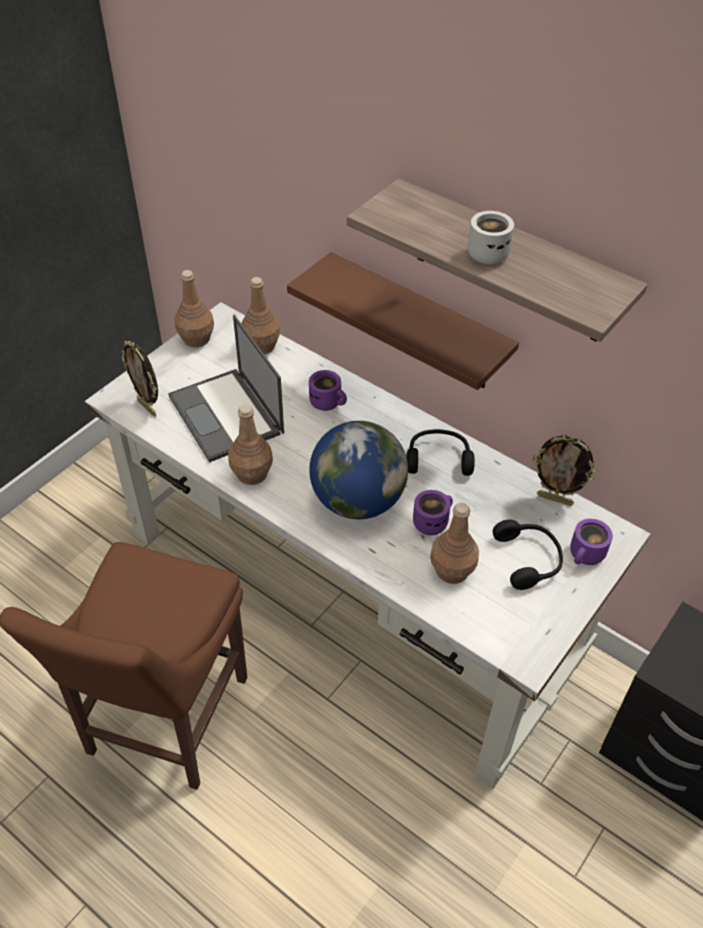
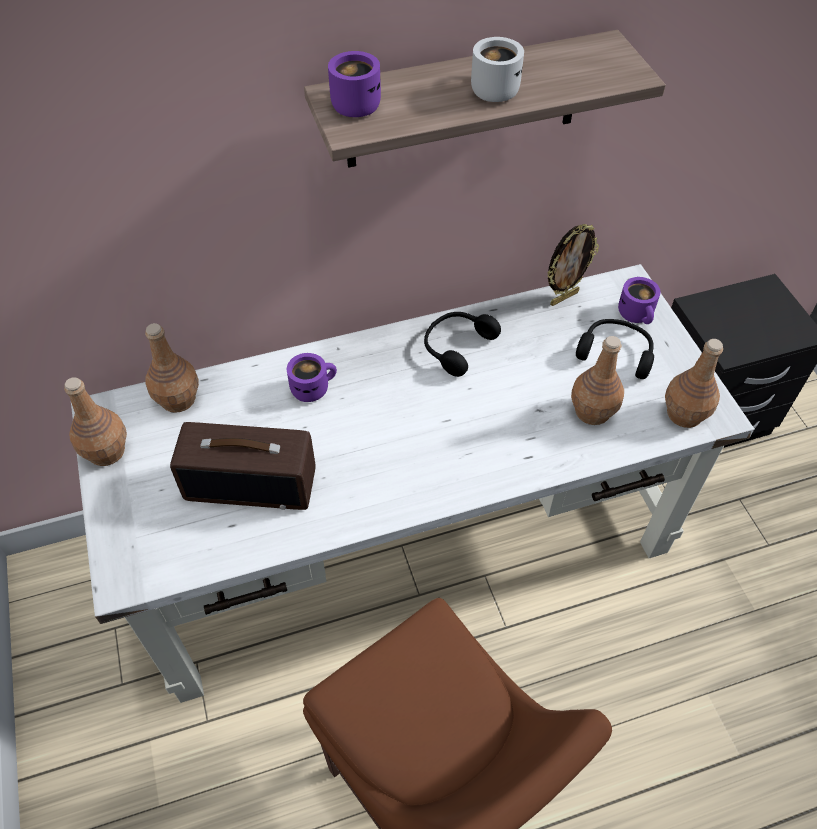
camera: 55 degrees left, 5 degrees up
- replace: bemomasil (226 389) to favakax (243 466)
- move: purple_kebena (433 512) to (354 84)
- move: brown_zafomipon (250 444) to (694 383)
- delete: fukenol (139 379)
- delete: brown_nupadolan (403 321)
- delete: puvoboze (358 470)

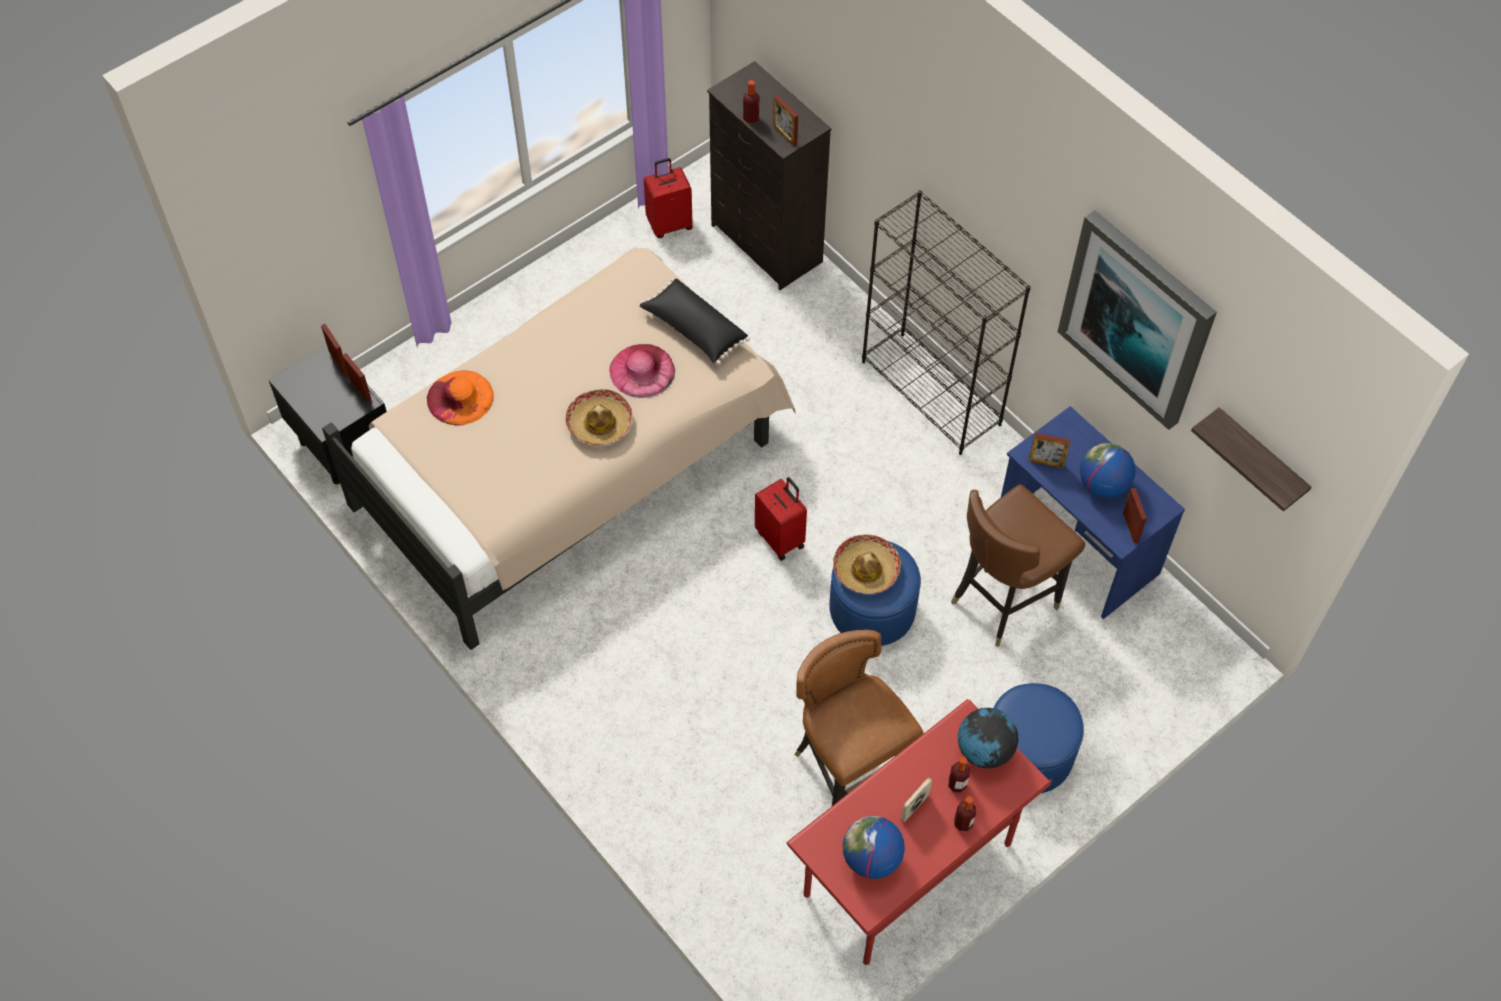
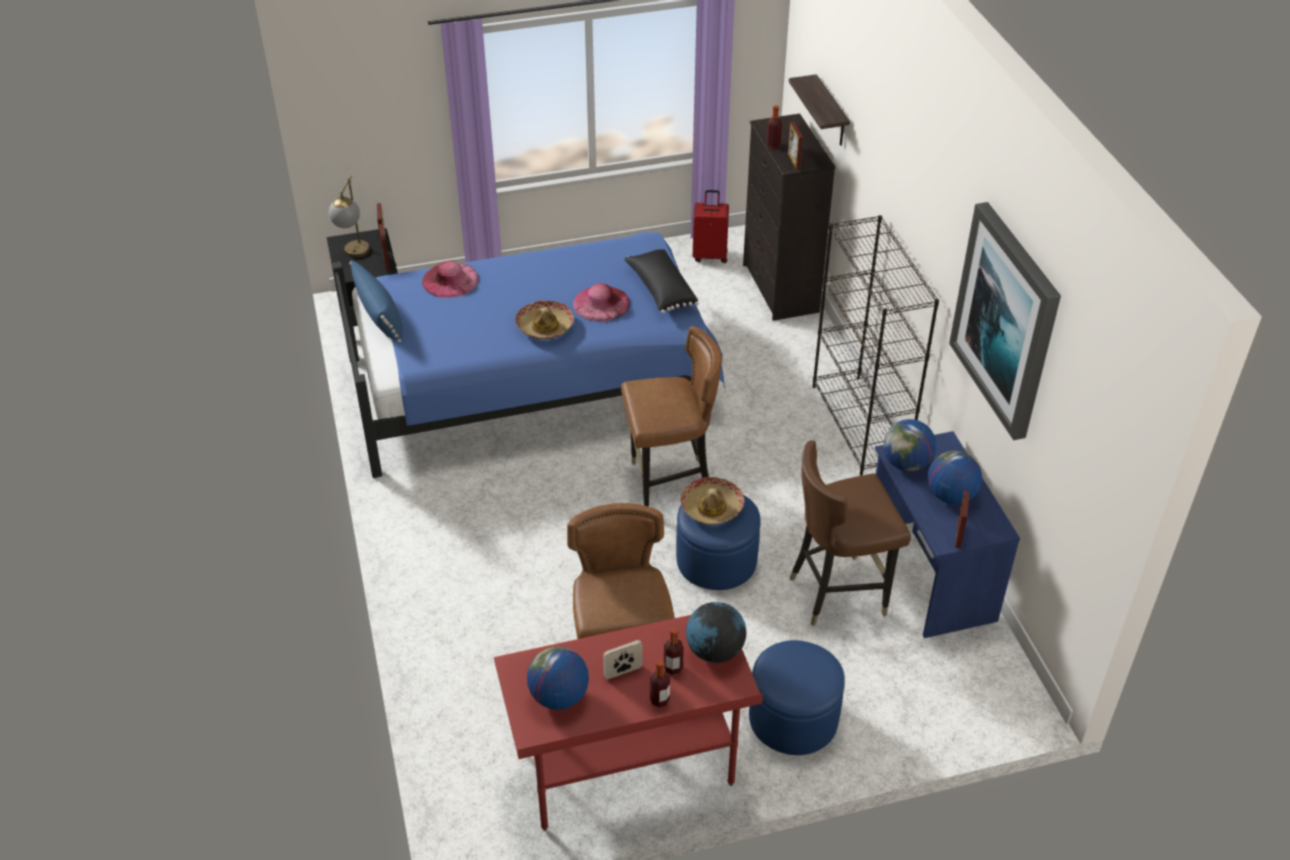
camera: 25 degrees right, 15 degrees down
- insert: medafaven (349 216)
- recolor: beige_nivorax (559 449) to blue_nivorax (529 355)
- insert: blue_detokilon (376 301)
- recolor: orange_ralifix (460 398) to pink_ralifix (450 279)
- replace: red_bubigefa (781 518) to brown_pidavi (671 416)
- move: nupadolan (1251 459) to (819 110)
- replace: fukenol (1049 450) to puvoboze (909 445)

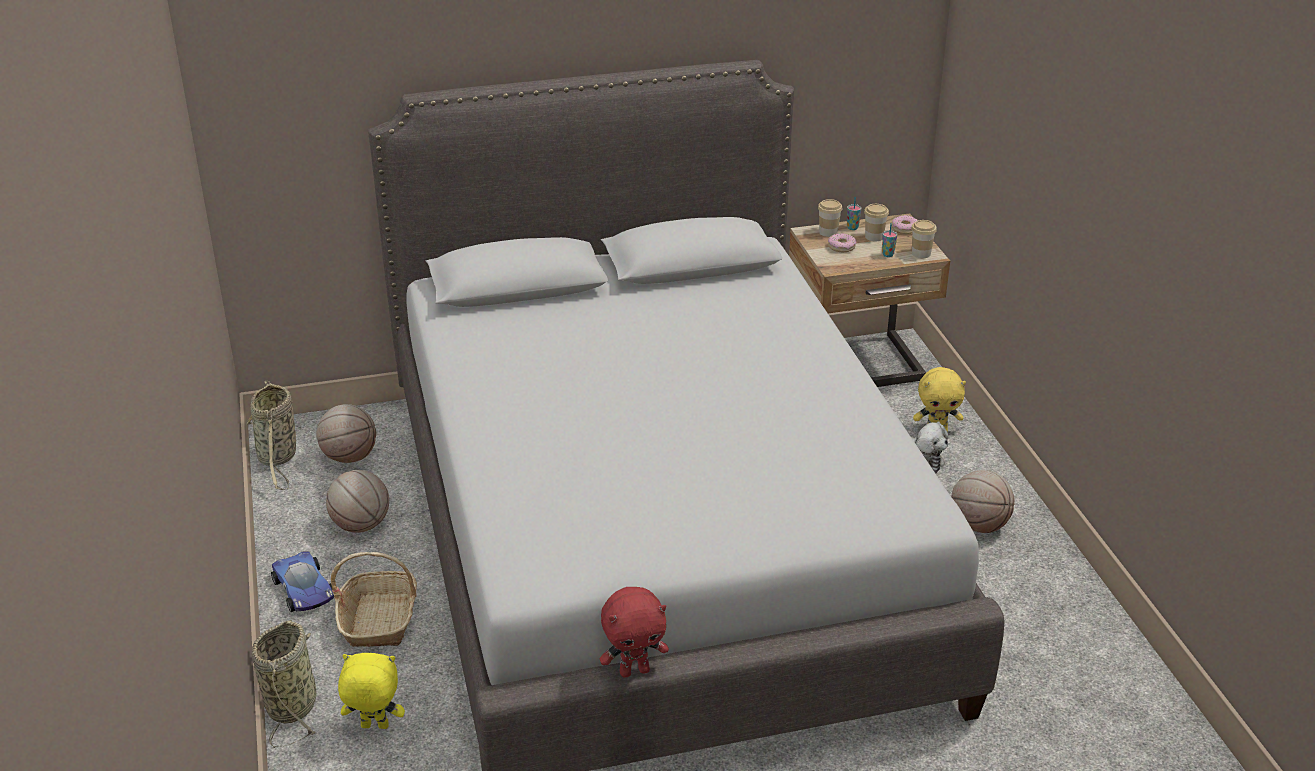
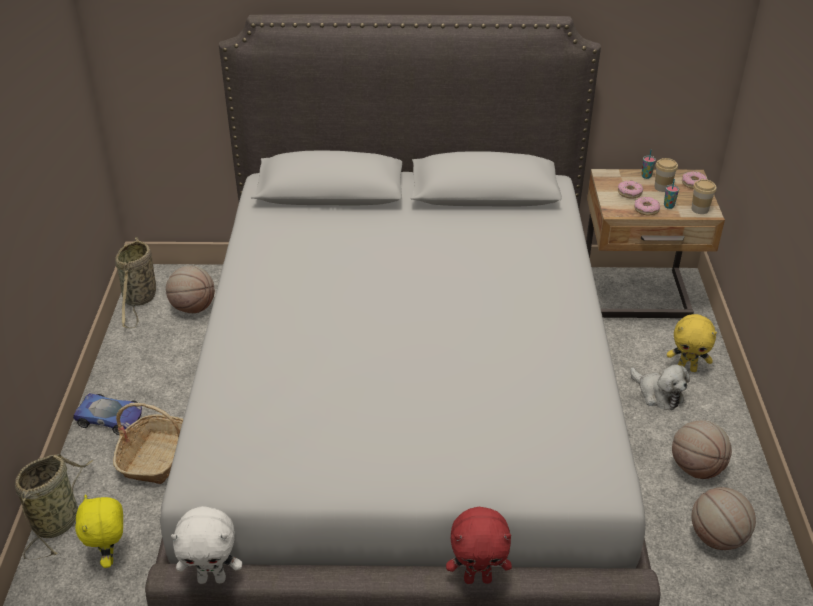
camera: 15 degrees right, 5 degrees up
- rotate: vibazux (302 581) = (107 414) 60 degrees counterclockwise
- rotate: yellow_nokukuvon (371 691) = (99 531) 120 degrees counterclockwise
- insert: white_nokukuvon (206 545)
- move: red_nokukuvon (634 632) to (479 545)
- insert: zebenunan (647 206)
- move: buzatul (357 501) to (724 518)
- delete: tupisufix (830 218)

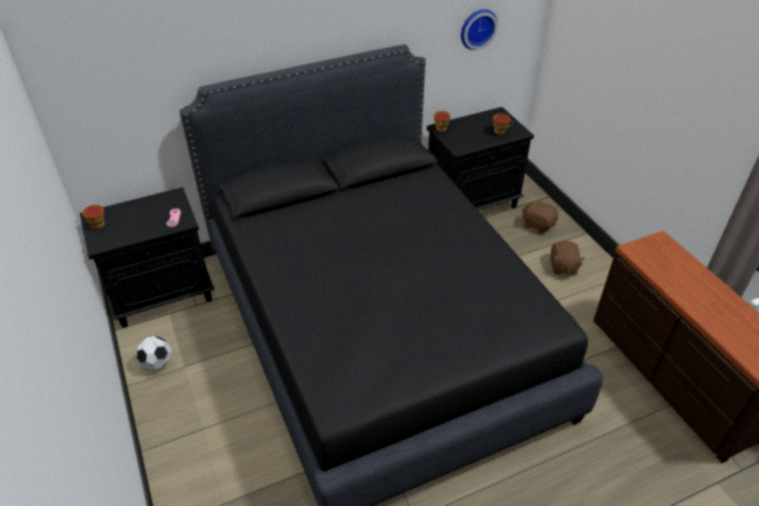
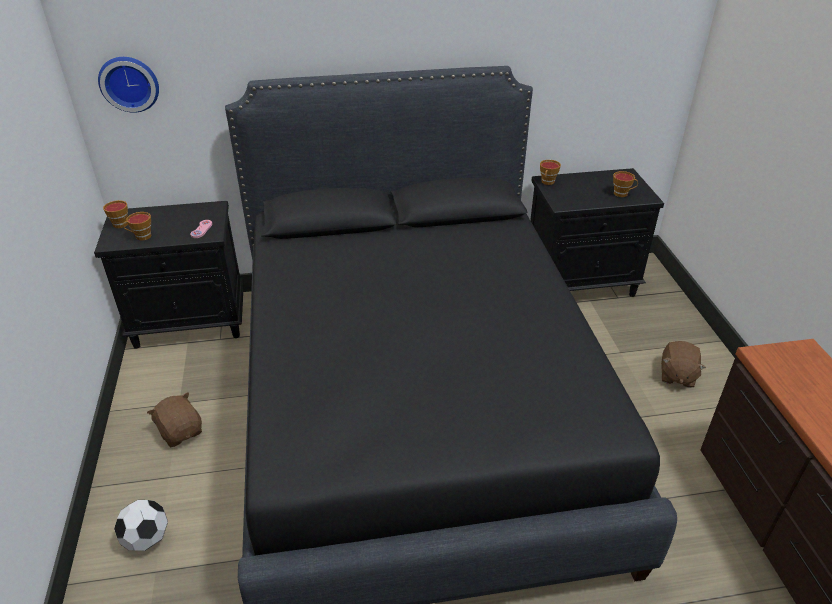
camera: 15 degrees right, 5 degrees down
- move: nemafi (479 29) to (128 85)
- move: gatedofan (153 353) to (141 525)
- insert: tupisufix (137 226)
- move: brown_nokukuvon (540 216) to (174 419)

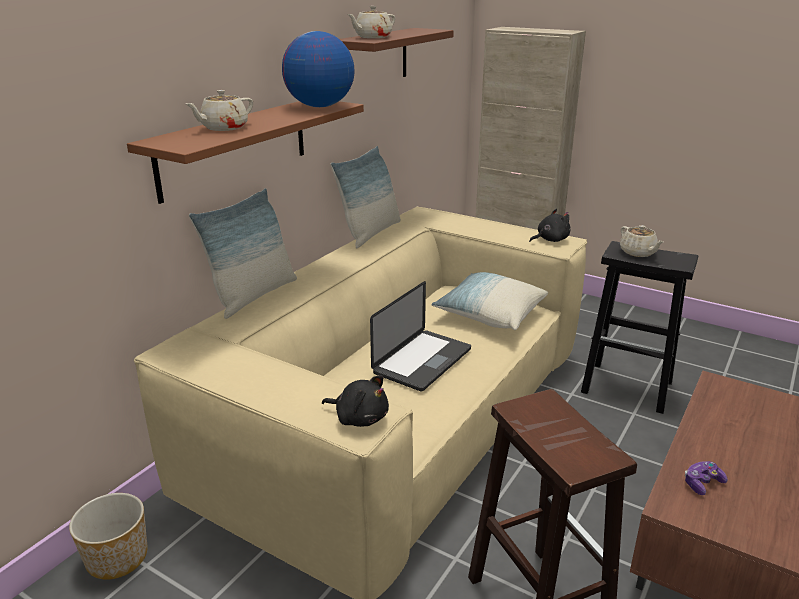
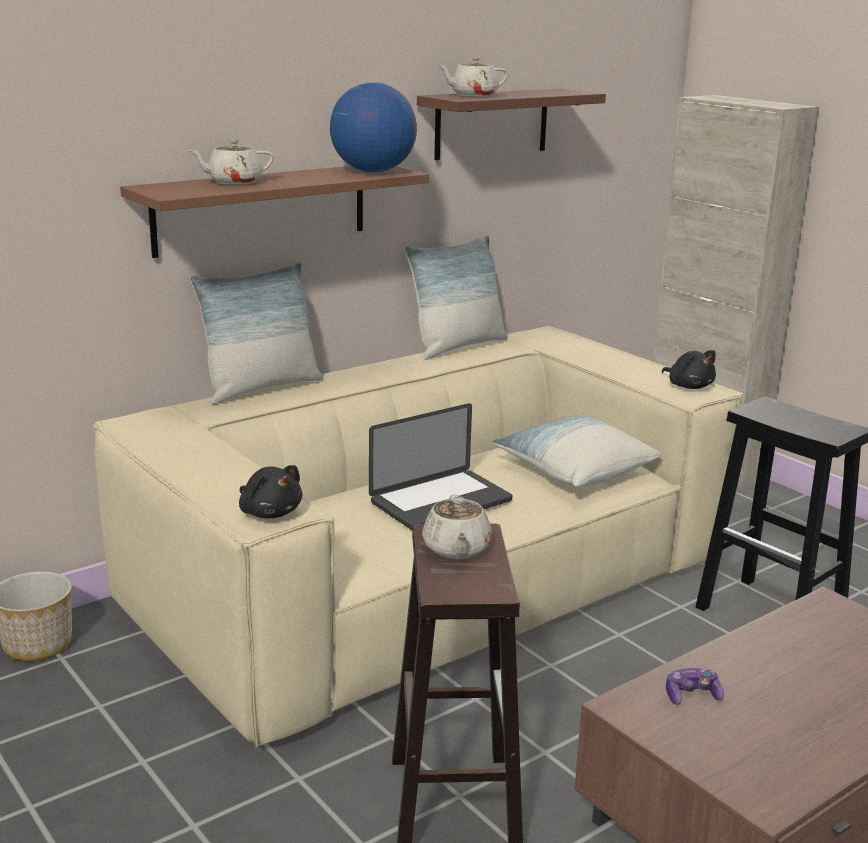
camera: 20 degrees right, 5 degrees down
- move: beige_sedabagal (642 241) to (457 526)
- rotate: black_nokukuvon (550 225) = (689 369) 60 degrees clockwise

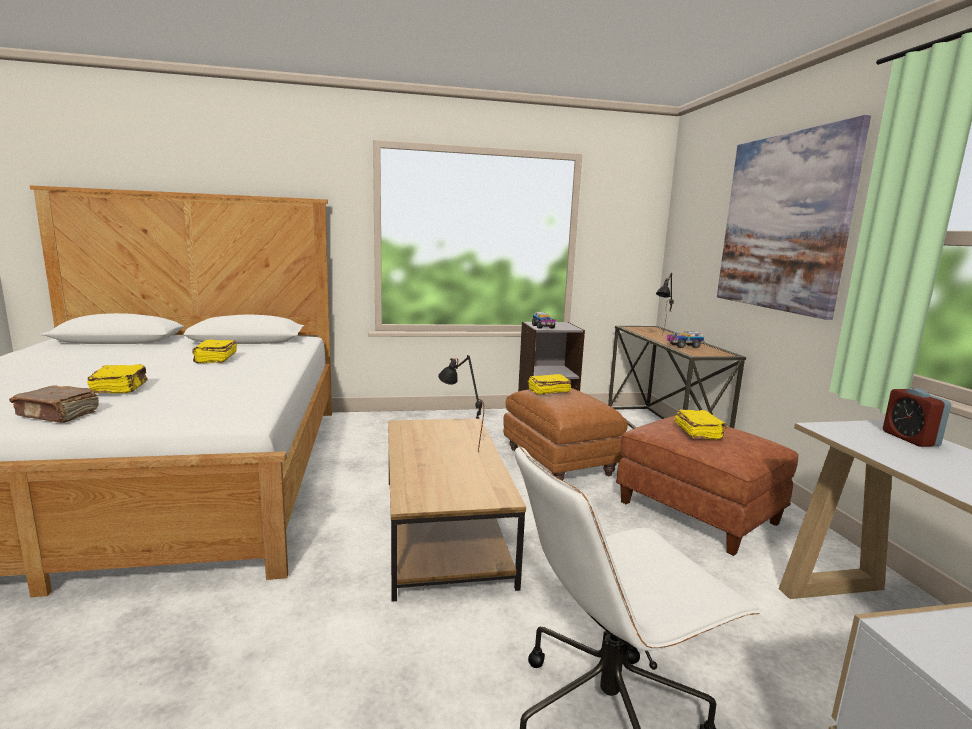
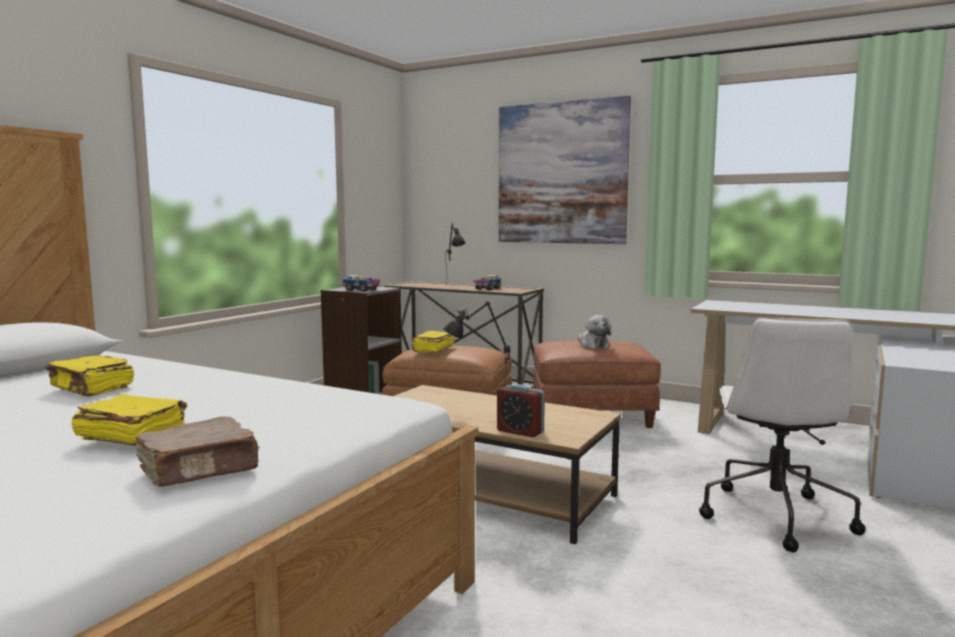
camera: 50 degrees left, 5 degrees down
- move: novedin (917 417) to (521 410)
- replace: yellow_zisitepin (700 424) to nokukuvon (594 331)

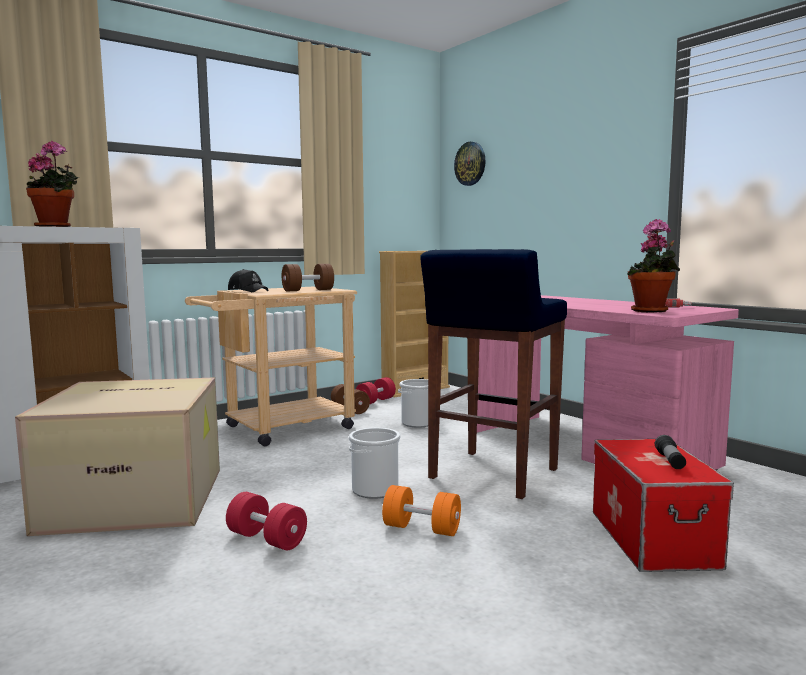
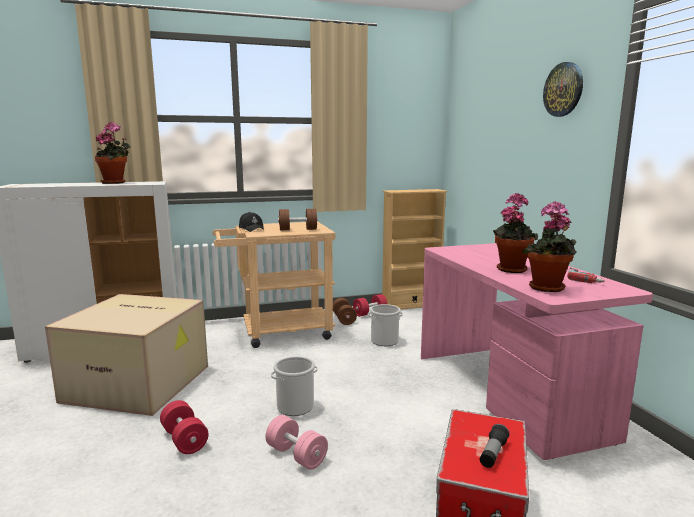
camera: 20 degrees right, 5 degrees up
- recolor: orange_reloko (421 510) to pink_reloko (297 442)
- insert: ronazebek (515 233)
- move: nemafi (470 164) to (563 89)
- delete: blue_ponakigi (493 374)

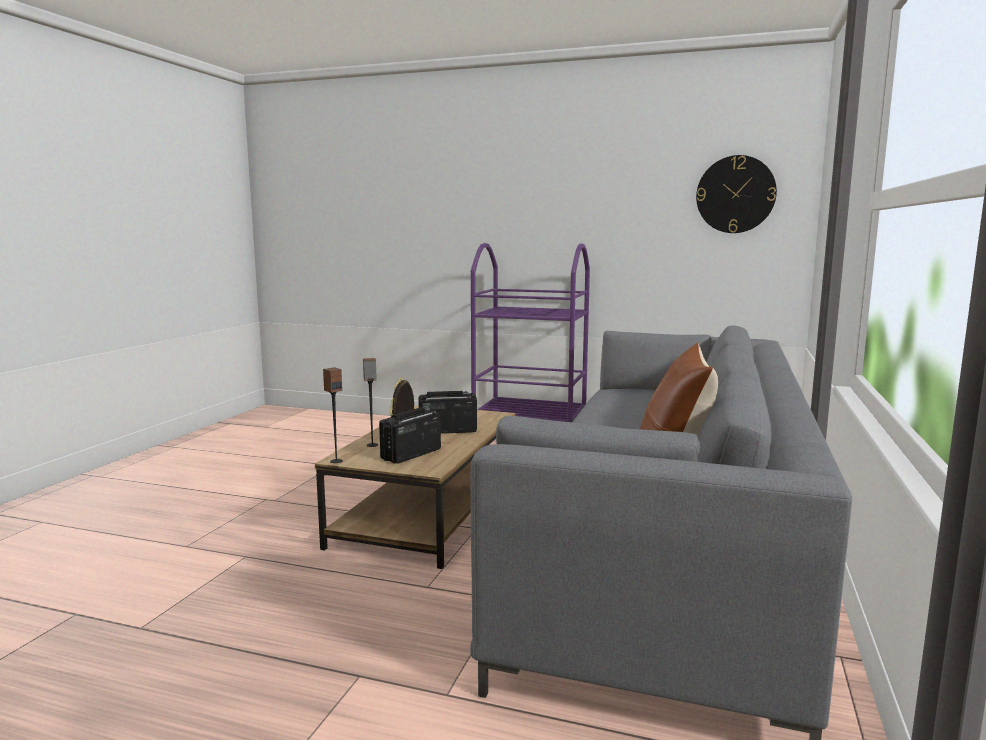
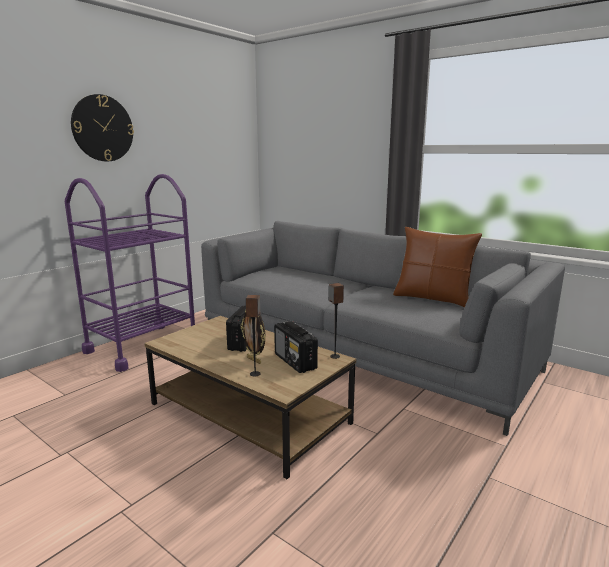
camera: 70 degrees left, 5 degrees up
- move: nemafi (736 194) to (102 127)
- move: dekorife (333 415) to (336 321)

